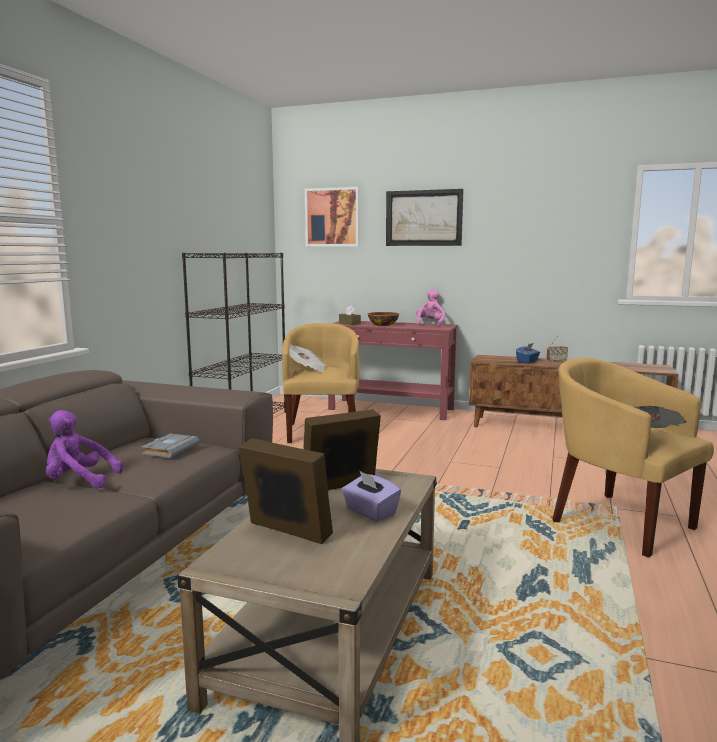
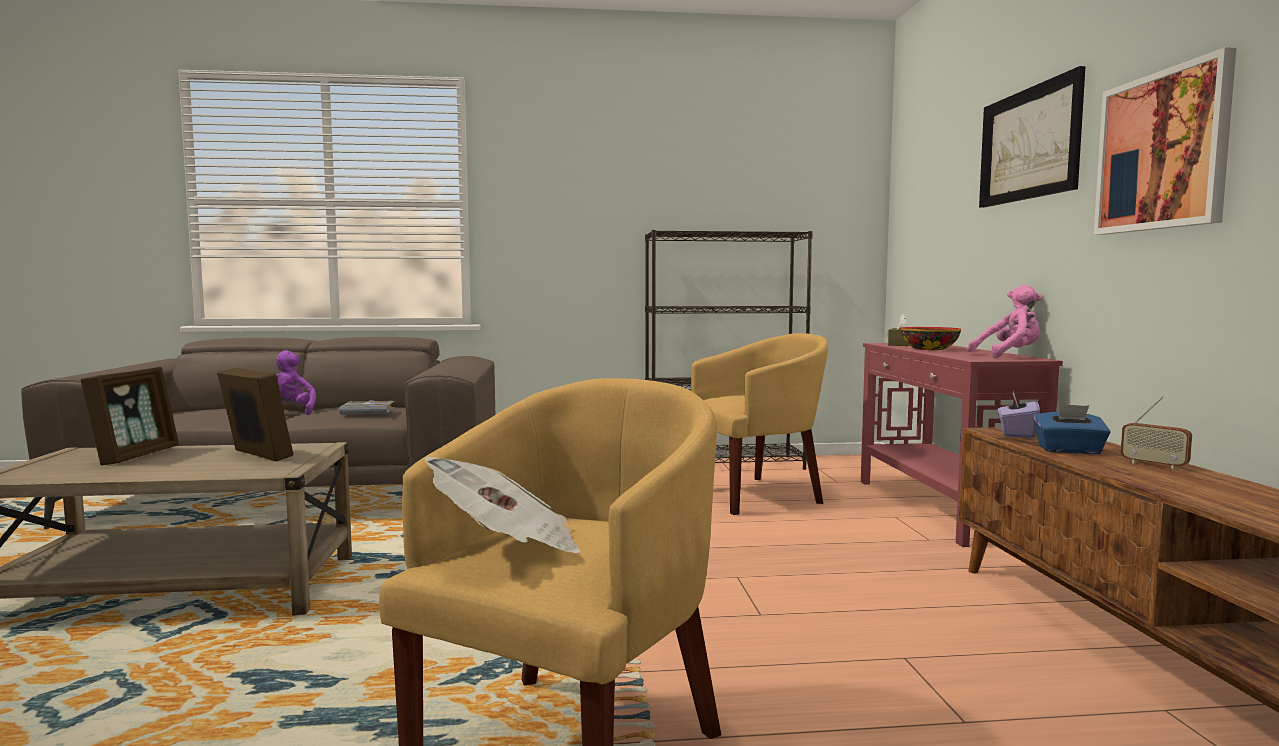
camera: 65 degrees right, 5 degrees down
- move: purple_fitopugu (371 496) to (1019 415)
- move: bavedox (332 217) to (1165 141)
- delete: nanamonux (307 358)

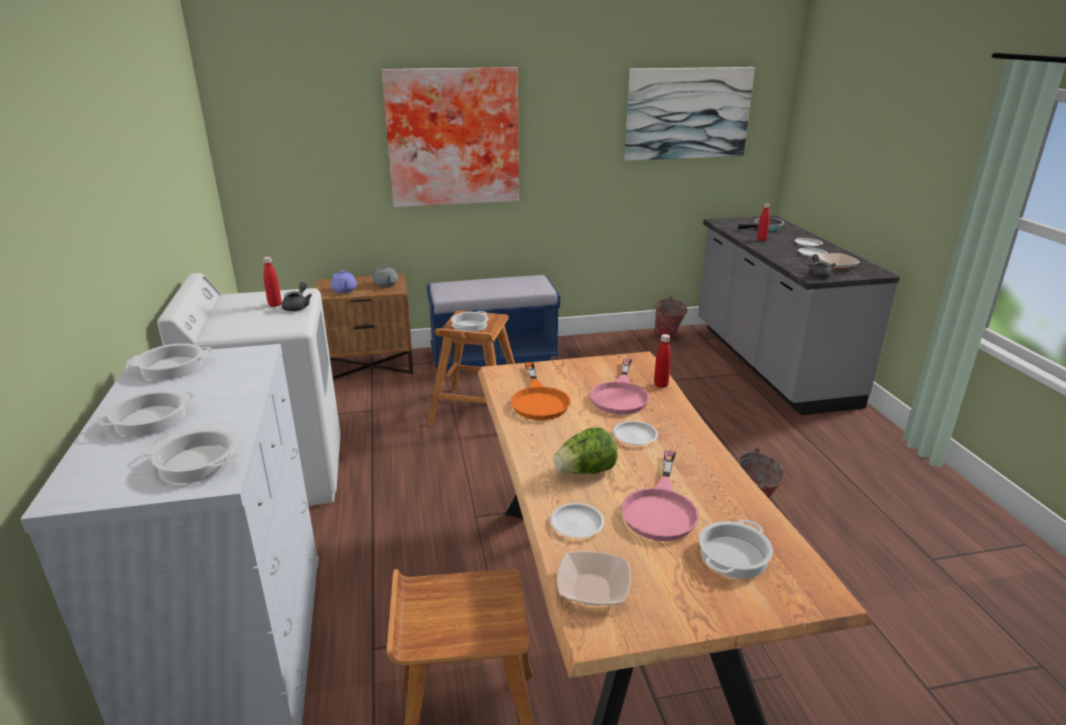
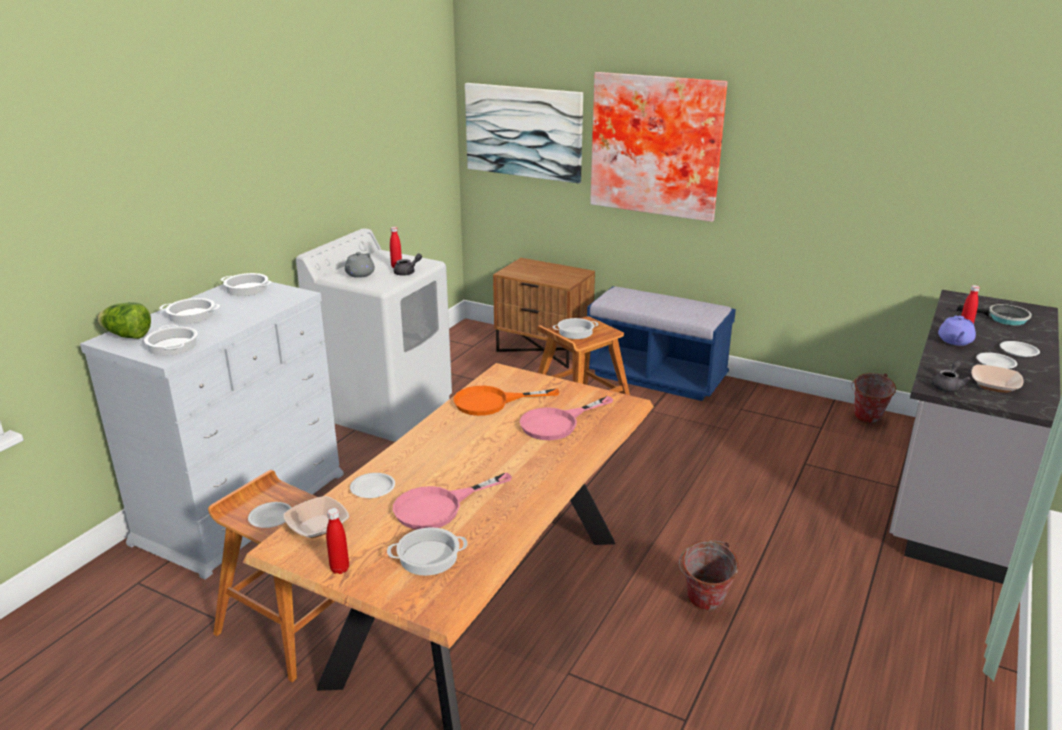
camera: 40 degrees right, 0 degrees up
- move: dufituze (585 451) to (124 320)
- move: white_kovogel (635 433) to (270 515)
- move: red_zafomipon (662 361) to (337 541)
- move: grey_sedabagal (385 276) to (360 265)
- rotate: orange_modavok (540 391) = (506 401) 45 degrees clockwise
- move: bavedox (689 114) to (524 133)
- move: purple_sedabagal (343 281) to (957 331)

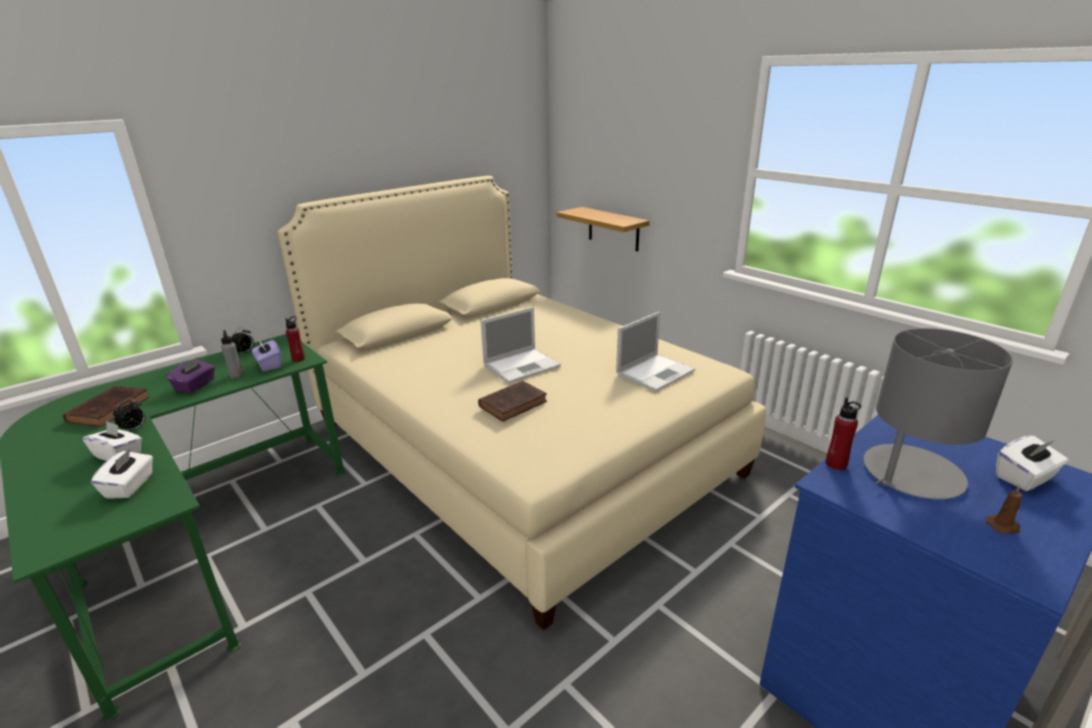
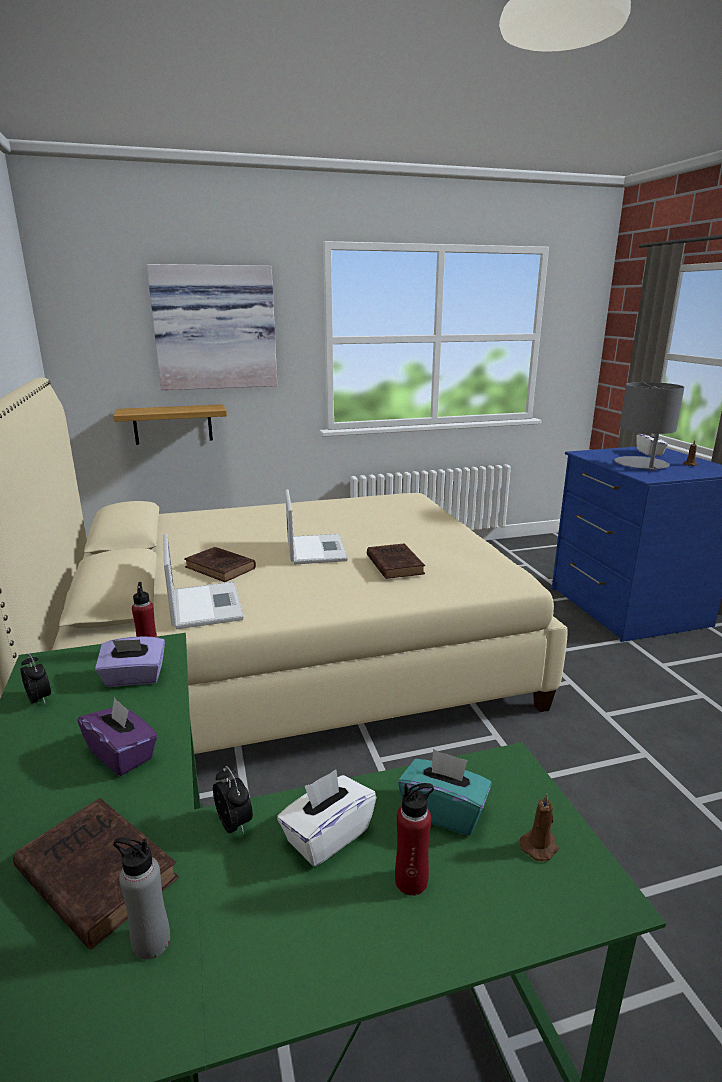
camera: 65 degrees left, 5 degrees down
- move: grey_zafomipon (232 354) to (141 898)
- insert: bavedox (212 327)
- move: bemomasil (655 352) to (203 581)
- insert: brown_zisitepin (220 564)
- move: red_zafomipon (843 433) to (414 839)
- recolor: white_fitopugu (122 474) to turquoise_fitopugu (445 792)
- insert: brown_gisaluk (539 827)

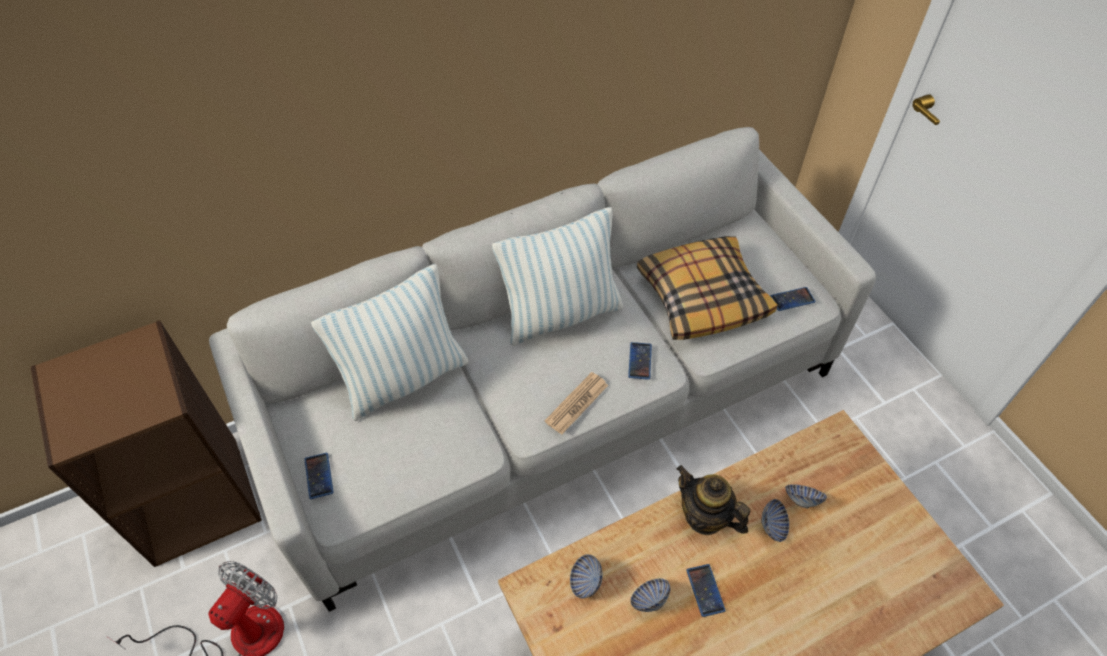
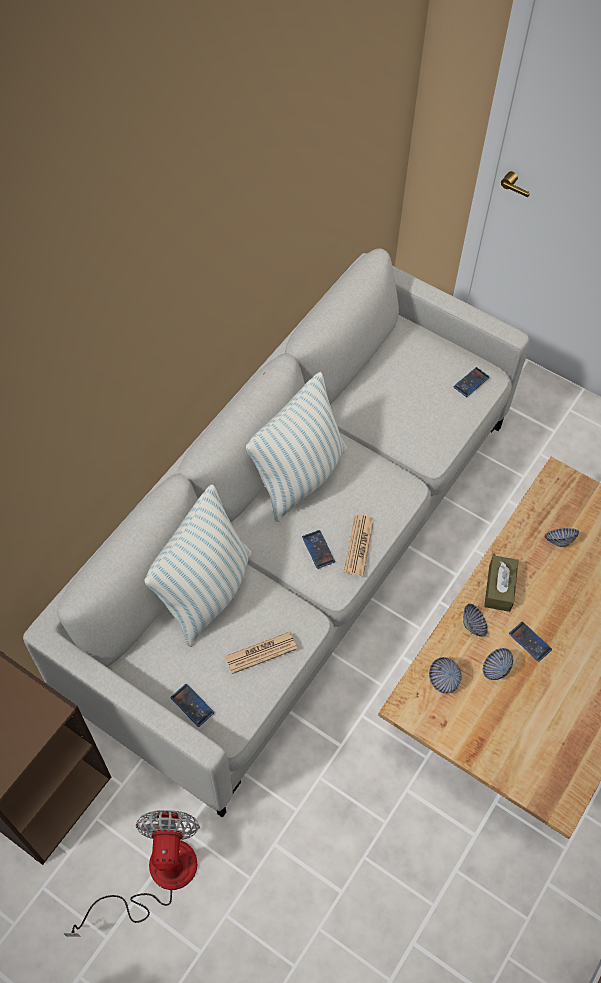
camera: 30 degrees left, 5 degrees up
- insert: nanamonux (261 653)
- move: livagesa (640 361) to (318 549)
- move: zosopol (775 520) to (475 620)
- replace: sedabagal (713 500) to brown_fitopugu (501 583)
- delete: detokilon (707 288)

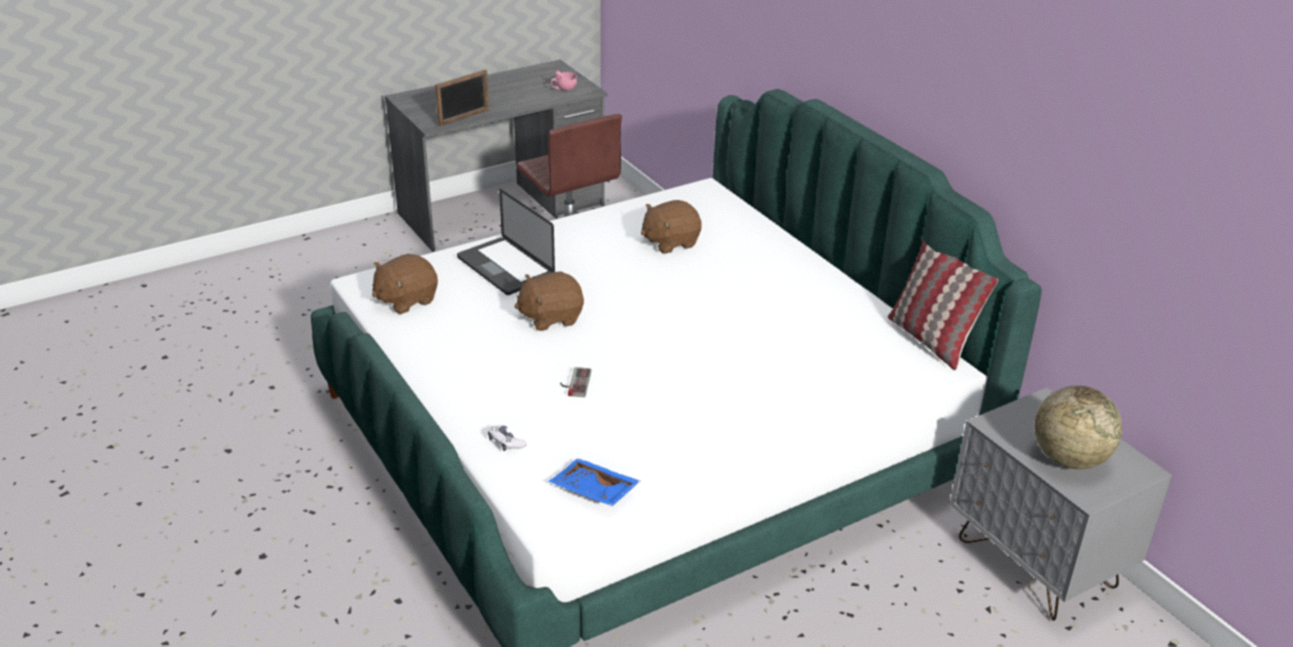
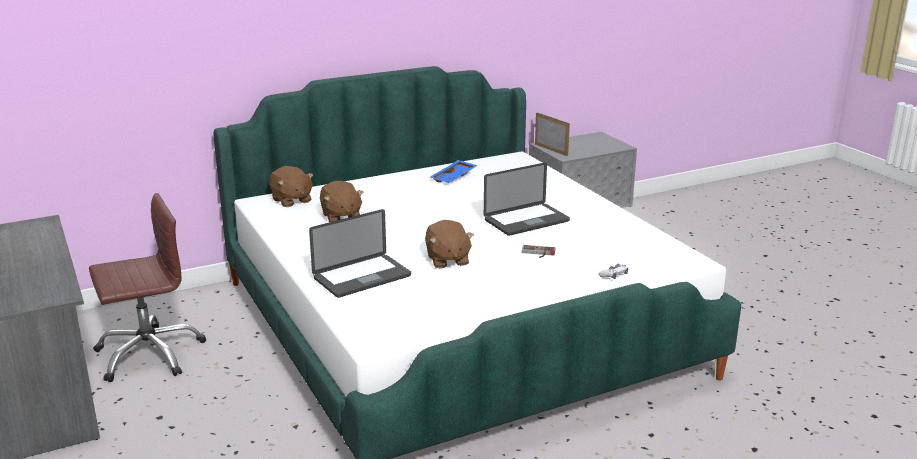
camera: 85 degrees left, 10 degrees down
- move: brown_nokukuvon (405 284) to (291 186)
- move: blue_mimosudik (594 482) to (454 171)
- insert: bemomasil (527 199)
- move: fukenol (462 97) to (552 134)
- delete: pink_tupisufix (564 80)
- delete: detokilon (943 305)
- delete: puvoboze (1078 427)

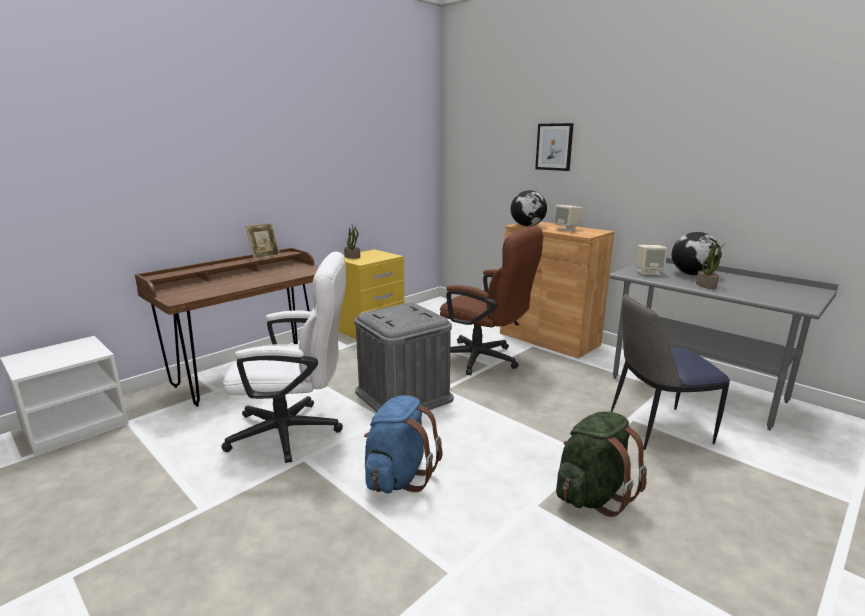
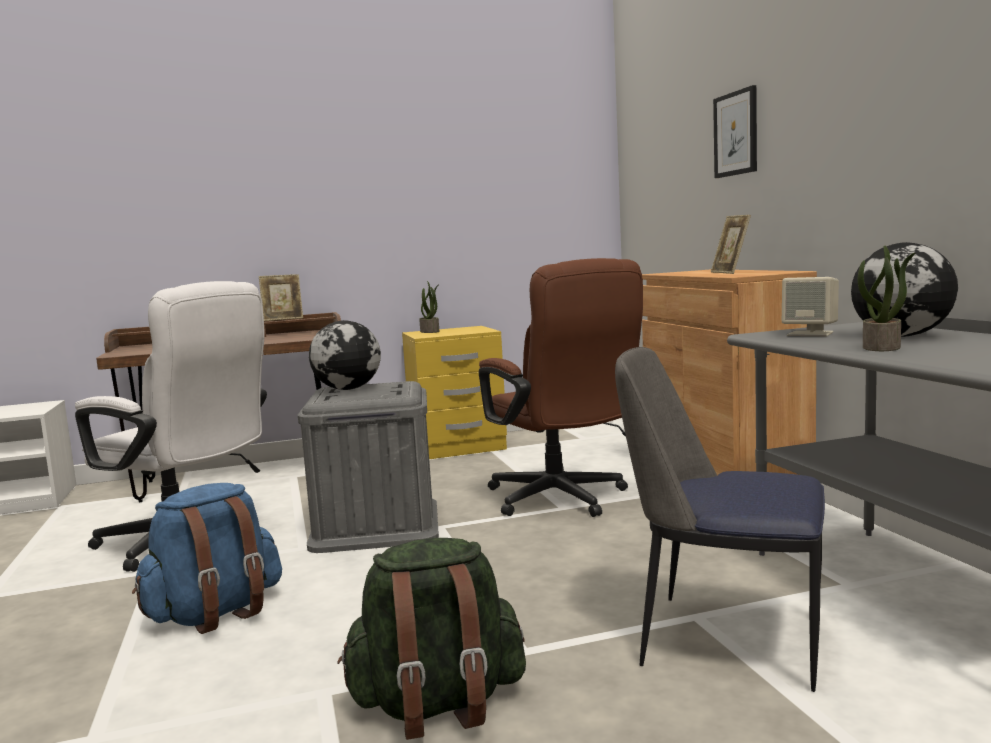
camera: 30 degrees right, 10 degrees down
- move: puvoboze (529 208) to (345 355)
- replace: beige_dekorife (568 218) to fukenol (731 244)

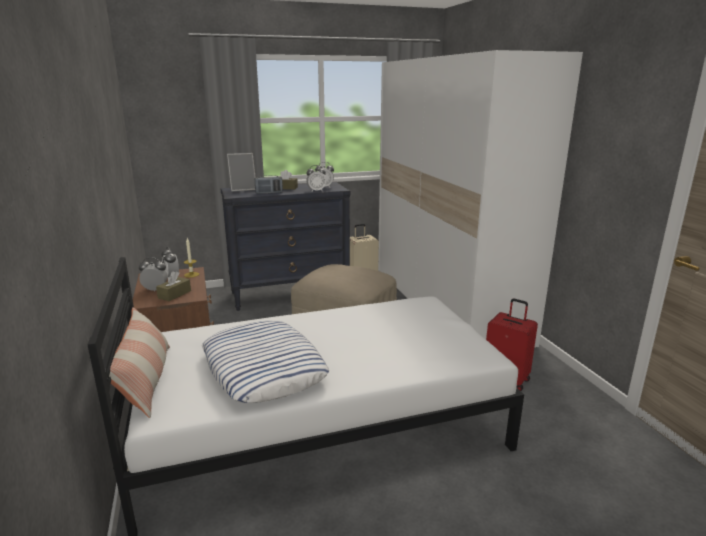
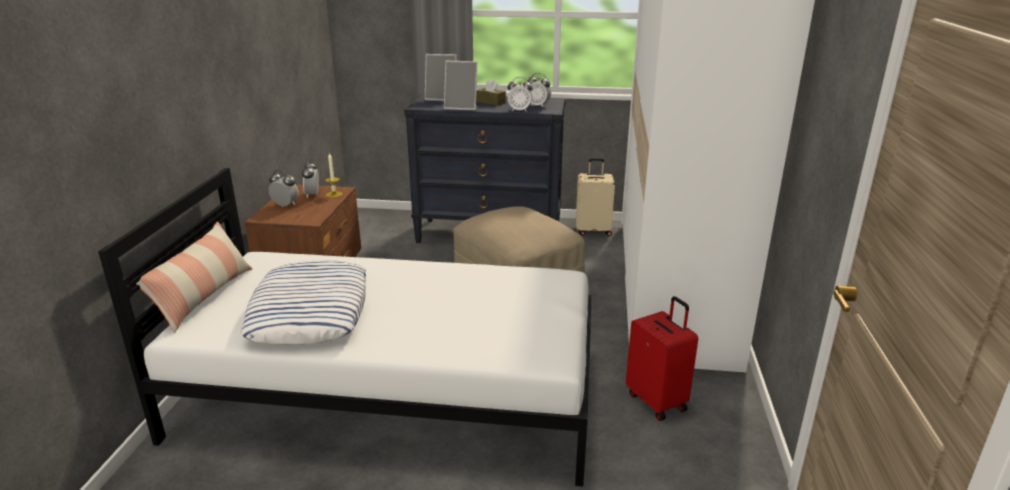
camera: 25 degrees right, 5 degrees up
- replace: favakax (269 184) to fukenol (461 85)
- delete: brown_fitopugu (173 286)

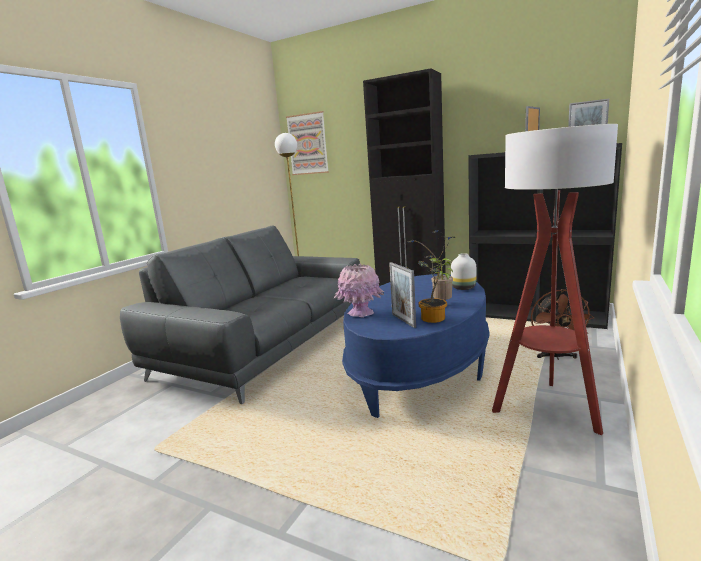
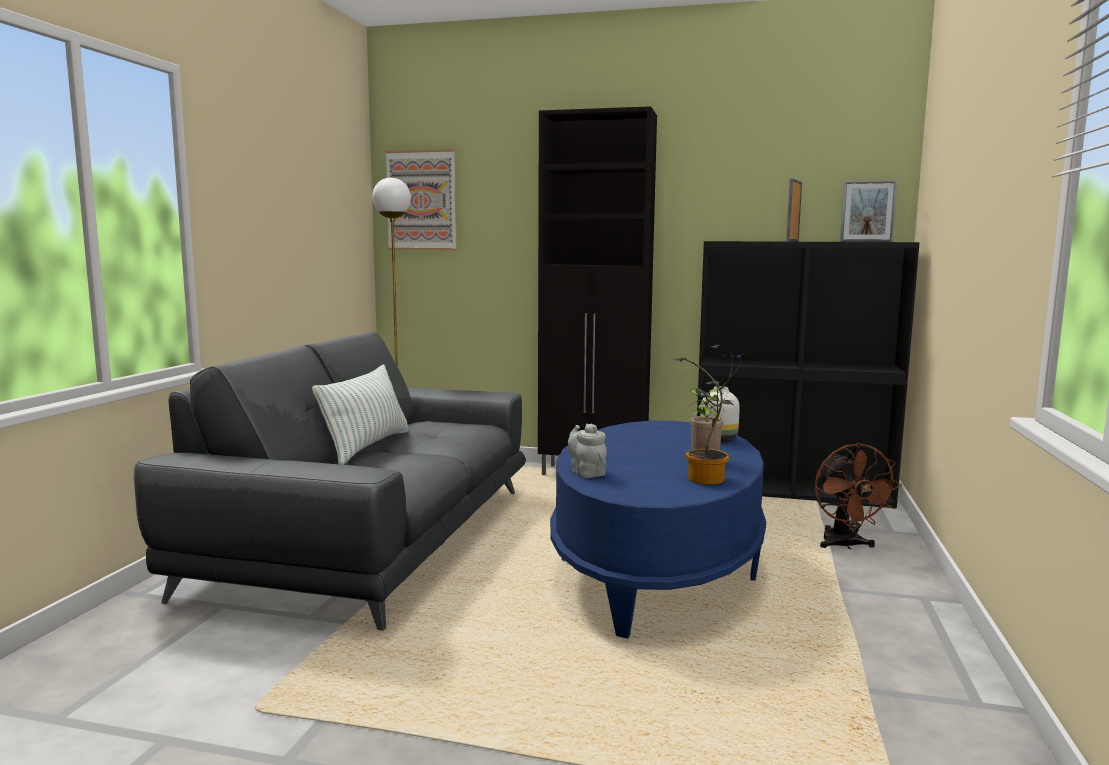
camera: 15 degrees left, 5 degrees down
- insert: detokilon (360 414)
- replace: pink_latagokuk (359 291) to grey_sedabagal (587 450)
- delete: fukenol (402 295)
- delete: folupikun (555 279)

